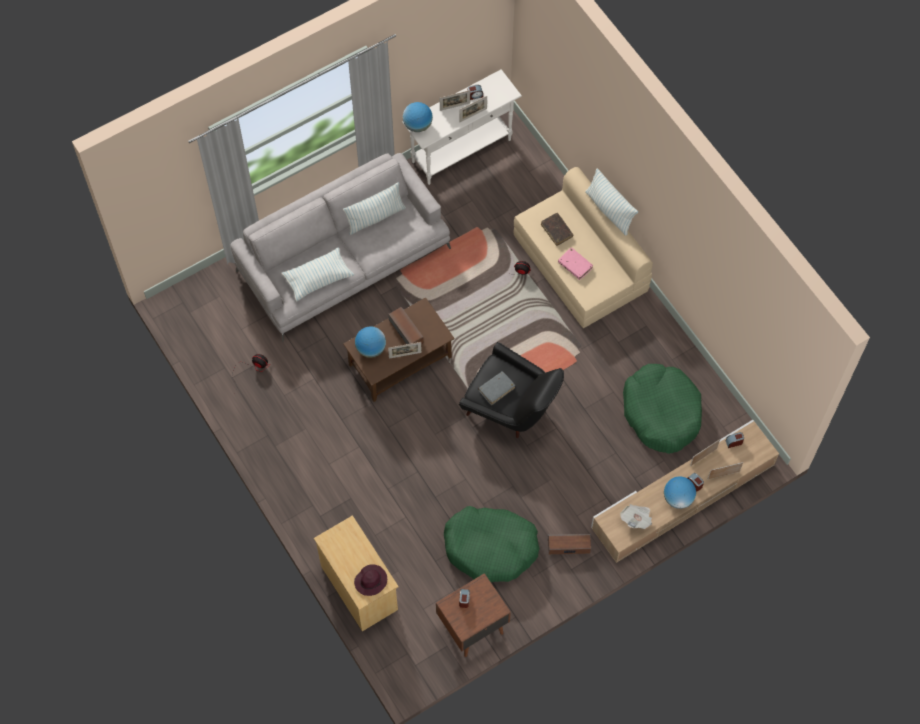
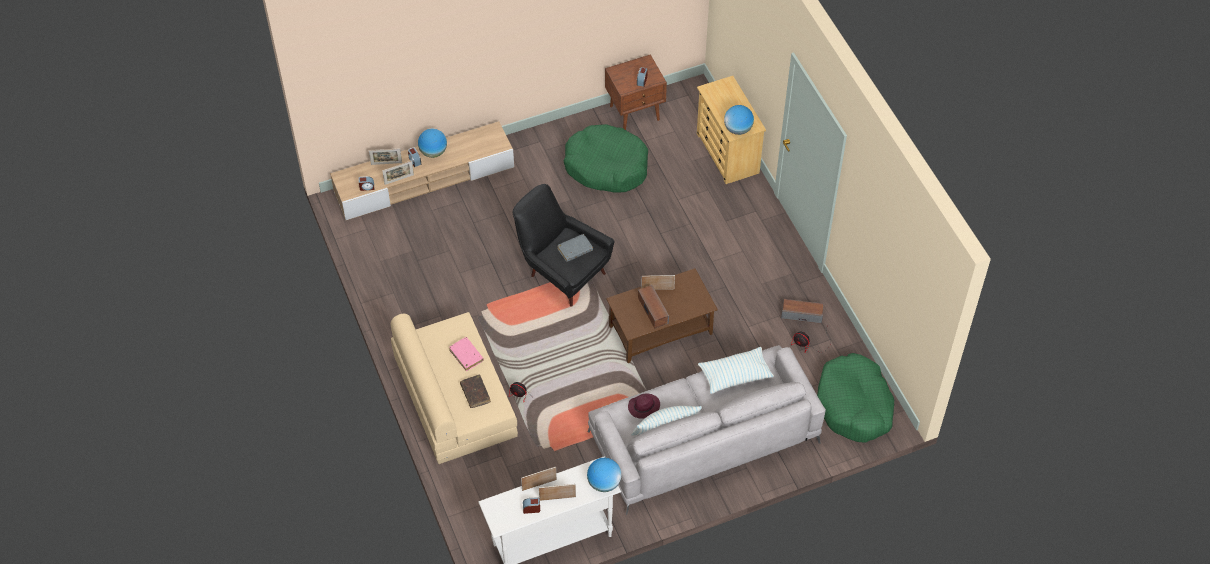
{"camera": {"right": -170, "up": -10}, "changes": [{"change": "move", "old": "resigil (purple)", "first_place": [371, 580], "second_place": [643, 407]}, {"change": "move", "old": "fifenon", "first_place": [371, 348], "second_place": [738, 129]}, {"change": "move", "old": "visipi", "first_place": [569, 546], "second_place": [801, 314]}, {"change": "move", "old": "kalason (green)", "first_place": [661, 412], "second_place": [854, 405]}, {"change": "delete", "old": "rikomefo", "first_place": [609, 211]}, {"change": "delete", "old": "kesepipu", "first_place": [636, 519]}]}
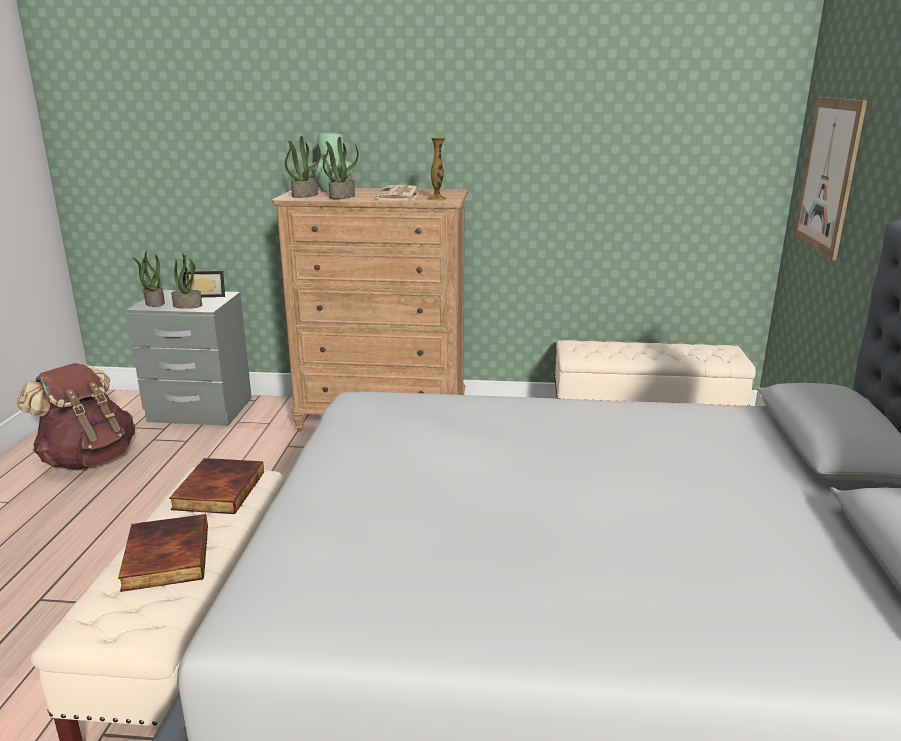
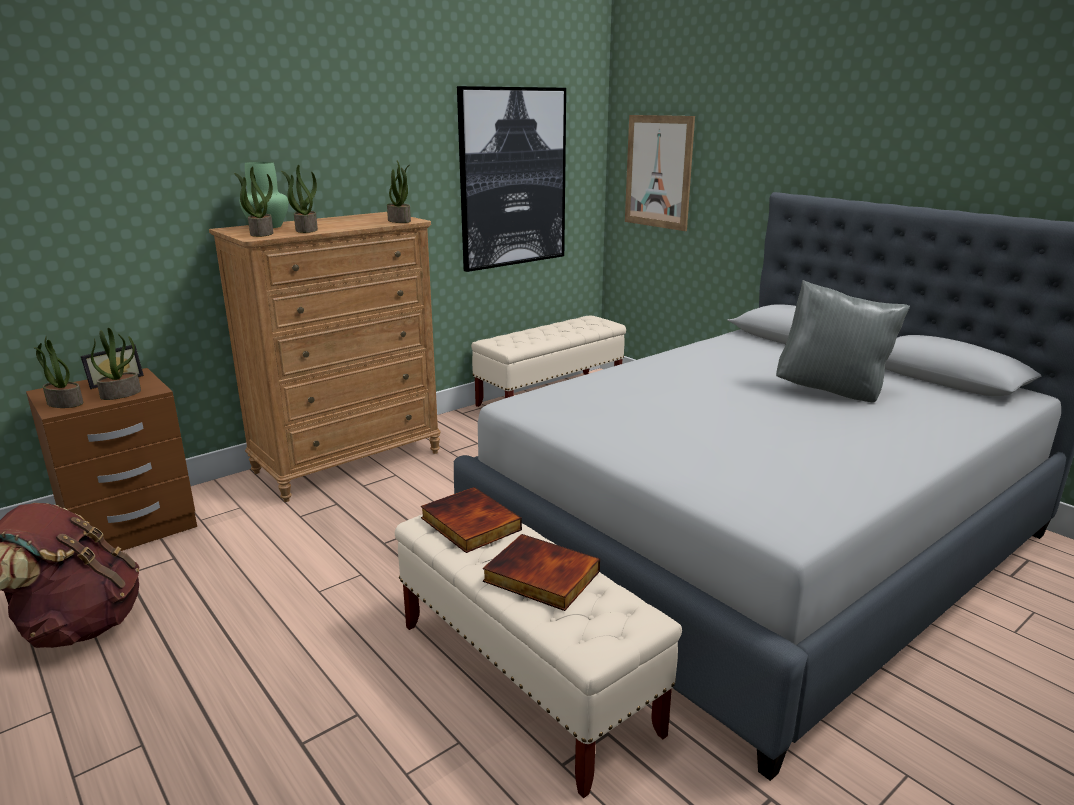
{"camera": {"right": -45, "up": 0}, "changes": [{"change": "recolor", "old": "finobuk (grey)", "new": "finobuk (brown)", "first_place": [200, 411], "second_place": [130, 529]}, {"change": "replace", "old": "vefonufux", "new": "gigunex", "first_place": [436, 199], "second_place": [400, 221]}, {"change": "insert", "new": "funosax", "second_place": [513, 178]}, {"change": "insert", "new": "rikomefo (grey)", "second_place": [832, 392]}, {"change": "delete", "old": "kesepipu", "first_place": [399, 194]}]}
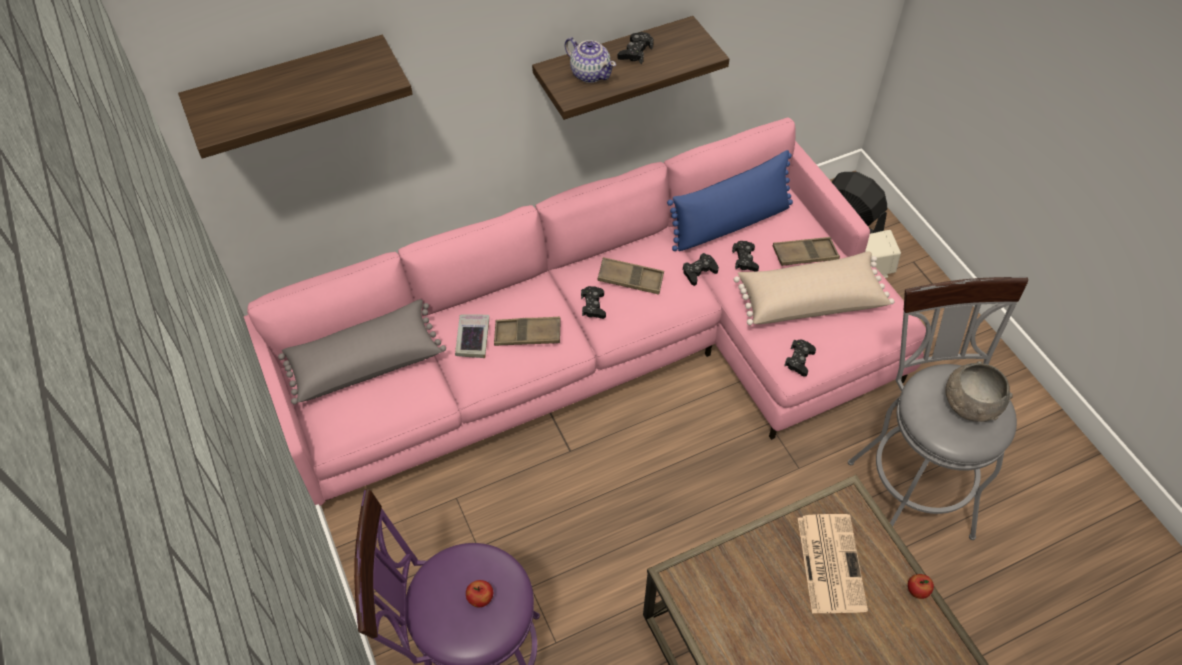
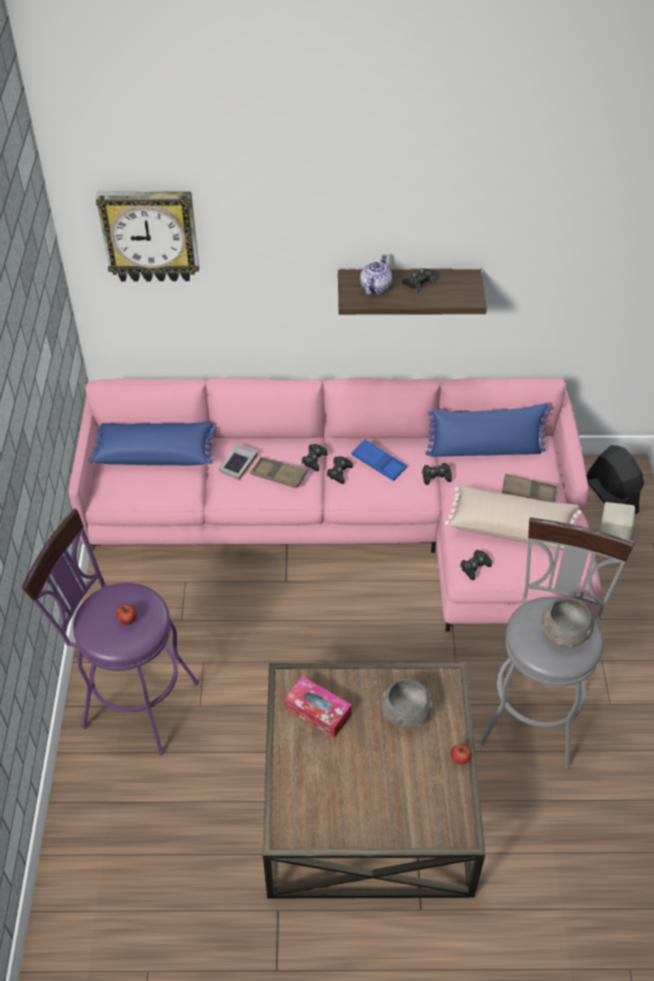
{"camera": {"right": 25, "up": -5}, "changes": [{"change": "recolor", "old": "rikomefo (grey)", "new": "rikomefo (blue)", "first_place": [365, 361], "second_place": [155, 453]}, {"change": "replace", "old": "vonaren", "new": "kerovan", "first_place": [291, 90], "second_place": [150, 235]}, {"change": "insert", "new": "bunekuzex", "second_place": [318, 712]}, {"change": "move", "old": "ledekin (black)", "first_place": [745, 259], "second_place": [314, 460]}, {"change": "recolor", "old": "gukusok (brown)", "new": "gukusok (blue)", "first_place": [630, 279], "second_place": [378, 463]}, {"change": "rotate", "old": "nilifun", "first_place": [590, 73], "second_place": [375, 287], "degrees": -135}, {"change": "replace", "old": "kesepipu", "new": "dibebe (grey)", "first_place": [830, 562], "second_place": [405, 712]}]}
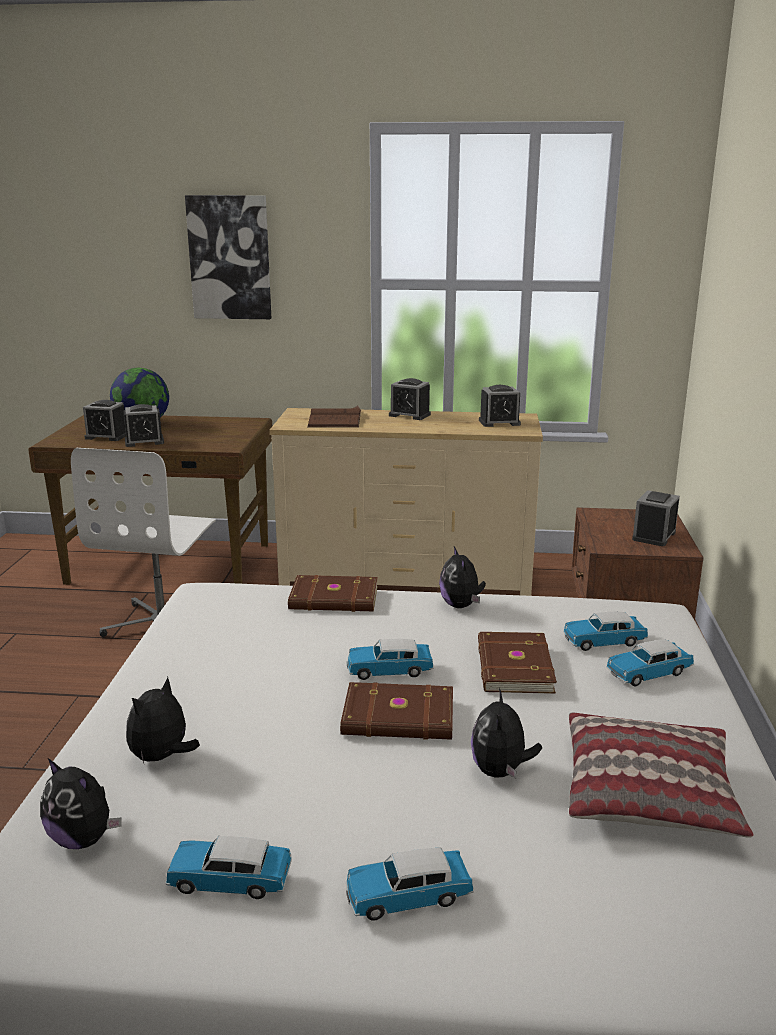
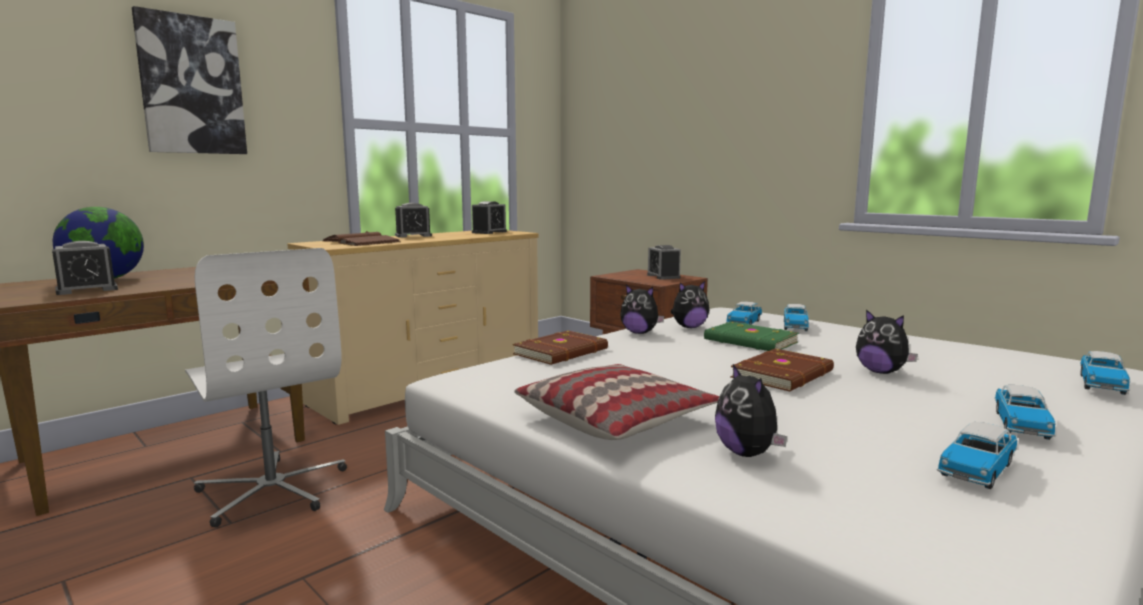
{"camera": {"right": -50, "up": -10}, "changes": [{"change": "move", "old": "rikomefo", "first_place": [649, 792], "second_place": [616, 419]}, {"change": "move", "old": "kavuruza", "first_place": [83, 839], "second_place": [689, 327]}, {"change": "recolor", "old": "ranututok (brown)", "new": "ranututok (green)", "first_place": [512, 667], "second_place": [750, 341]}, {"change": "move", "old": "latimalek", "first_place": [389, 670], "second_place": [1101, 384]}, {"change": "delete", "old": "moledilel", "first_place": [144, 441]}]}
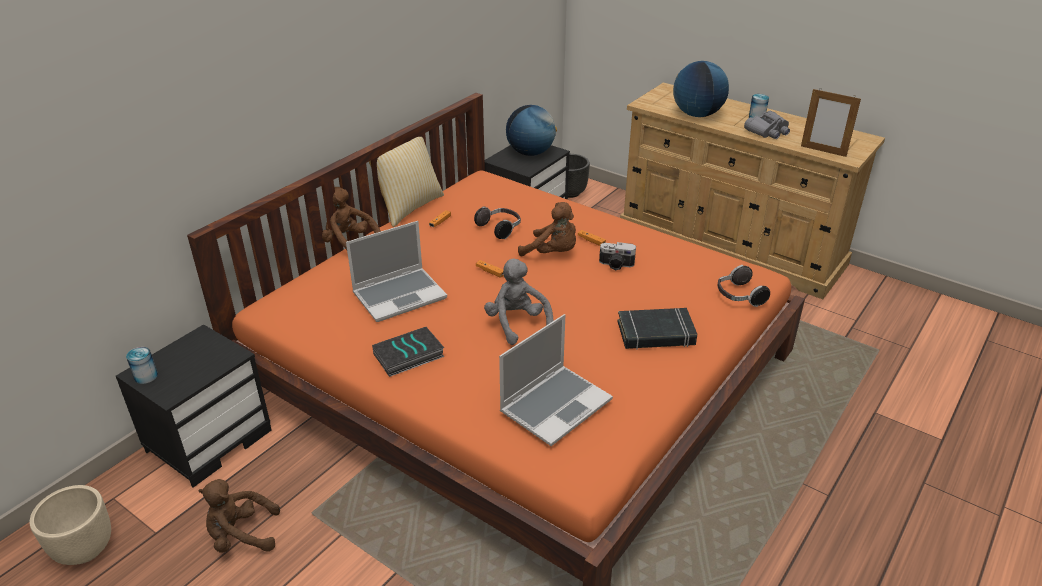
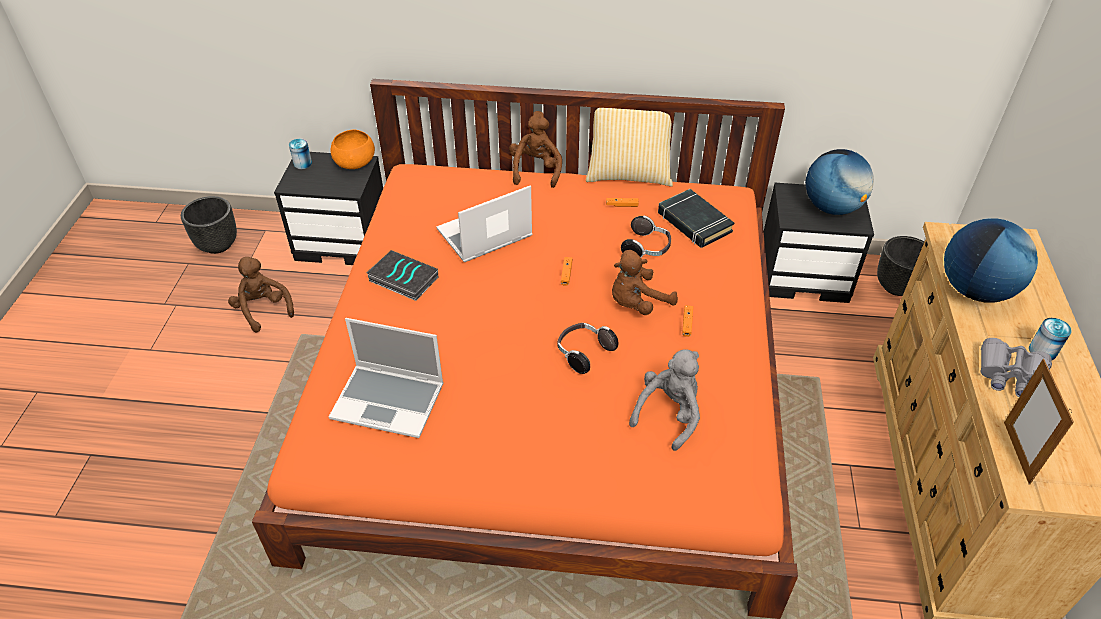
{"camera": {"right": 60, "up": 10}, "changes": [{"change": "recolor", "old": "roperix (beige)", "new": "roperix (black)", "first_place": [84, 548], "second_place": [218, 244]}, {"change": "insert", "new": "dibebe (orange)", "second_place": [355, 164]}, {"change": "rotate", "old": "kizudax", "first_place": [400, 295], "second_place": [484, 235], "degrees": 120}, {"change": "move", "old": "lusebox", "first_place": [738, 296], "second_place": [583, 353]}, {"change": "rotate", "old": "kavuruza (brown)", "first_place": [552, 253], "second_place": [637, 303], "degrees": 60}, {"change": "move", "old": "kavuruza (grey)", "first_place": [517, 323], "second_place": [669, 414]}, {"change": "move", "old": "ranututok (black)", "first_place": [656, 334], "second_place": [694, 223]}, {"change": "delete", "old": "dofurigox", "first_place": [616, 265]}]}
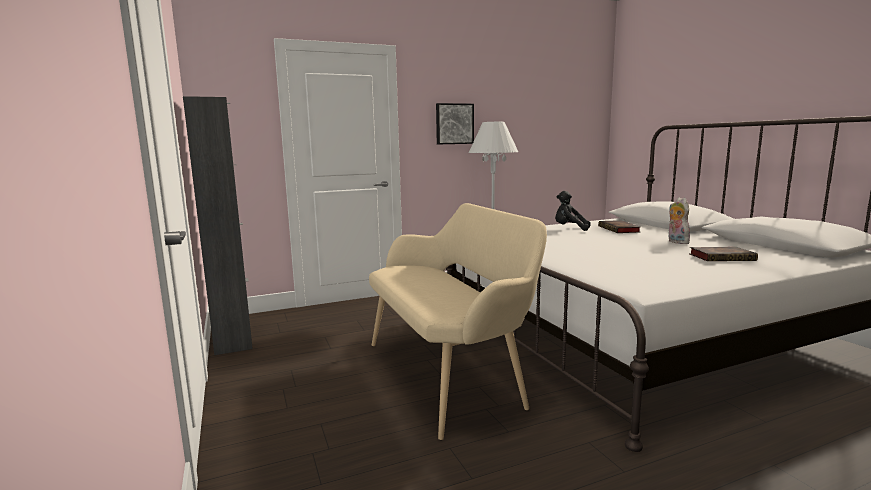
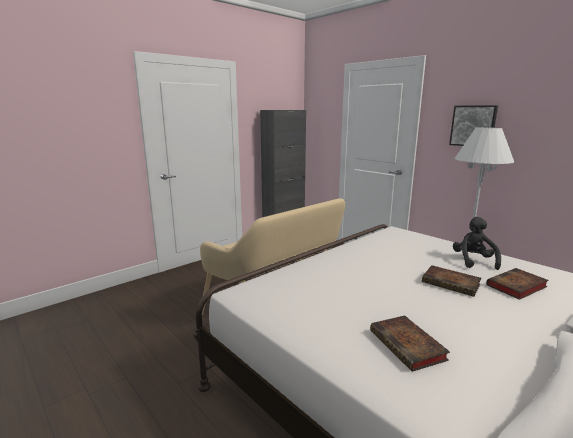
{"camera": {"right": 70, "up": 5}, "changes": [{"change": "insert", "new": "ranututok", "second_place": [452, 284]}, {"change": "delete", "old": "kavuruza", "first_place": [676, 242]}]}
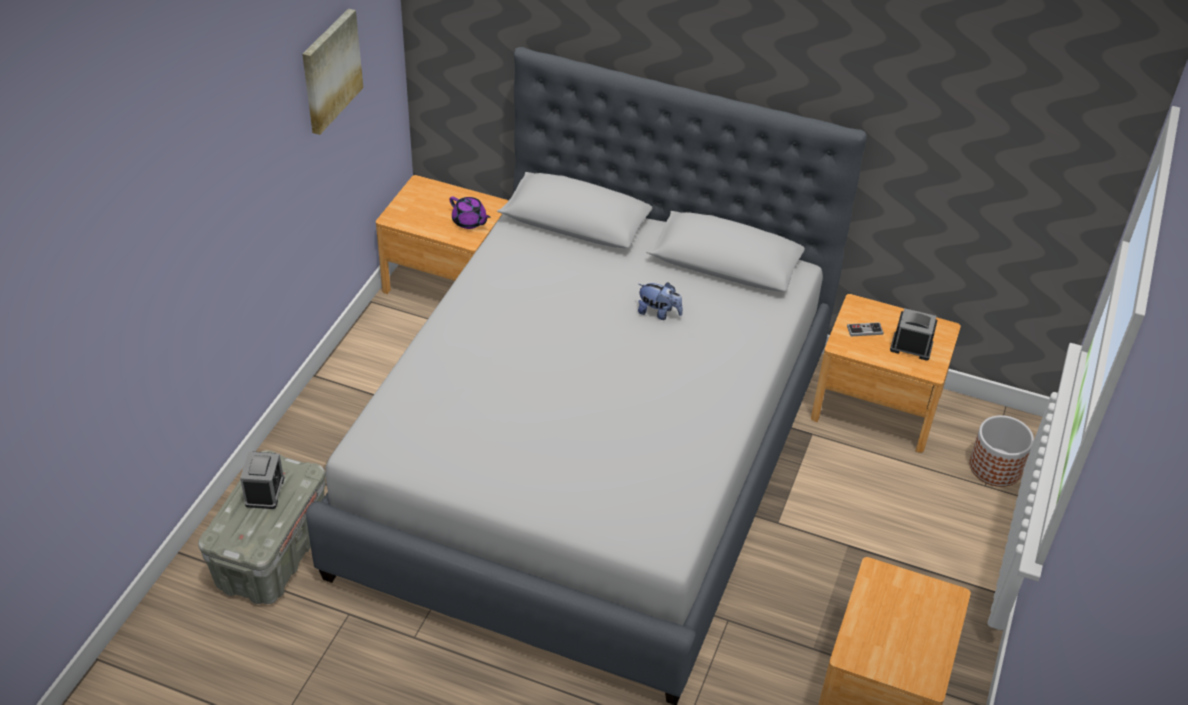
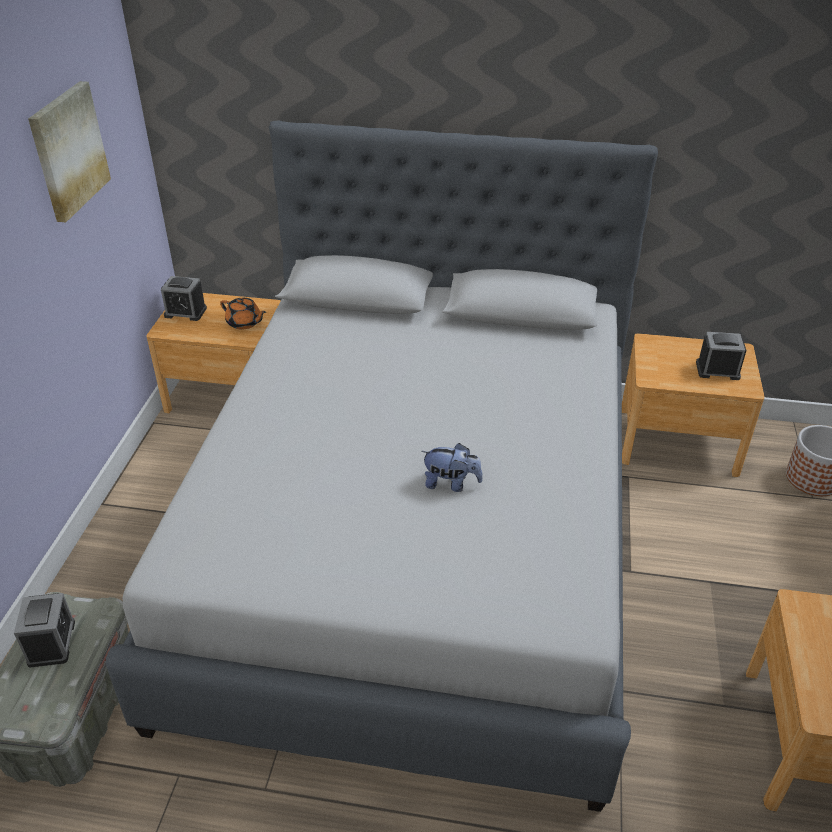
{"camera": {"right": -10, "up": -5}, "changes": [{"change": "insert", "new": "moledilel", "second_place": [185, 312]}, {"change": "recolor", "old": "nilifun (purple)", "new": "nilifun (orange)", "first_place": [469, 222], "second_place": [244, 323]}, {"change": "move", "old": "kavuruza", "first_place": [658, 313], "second_place": [451, 483]}, {"change": "delete", "old": "ledekin", "first_place": [864, 330]}]}
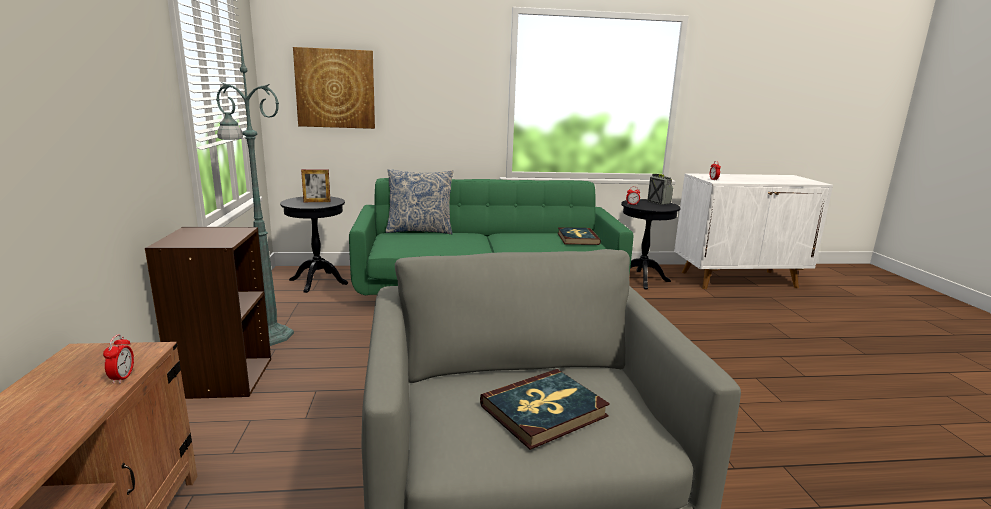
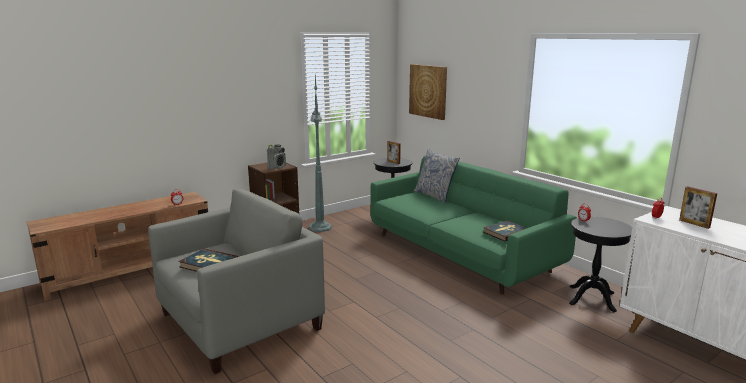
{"camera": {"right": 60, "up": 0}, "changes": [{"change": "move", "old": "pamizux", "first_place": [658, 202], "second_place": [277, 167]}, {"change": "insert", "new": "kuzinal", "second_place": [694, 224]}]}
